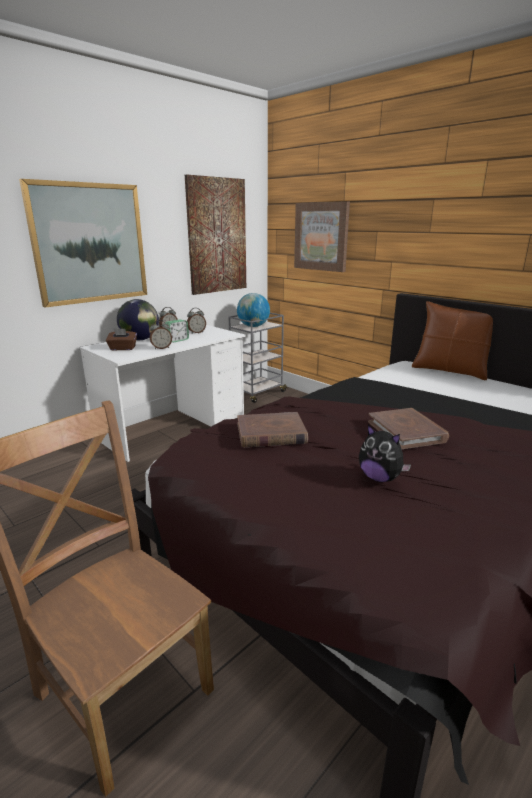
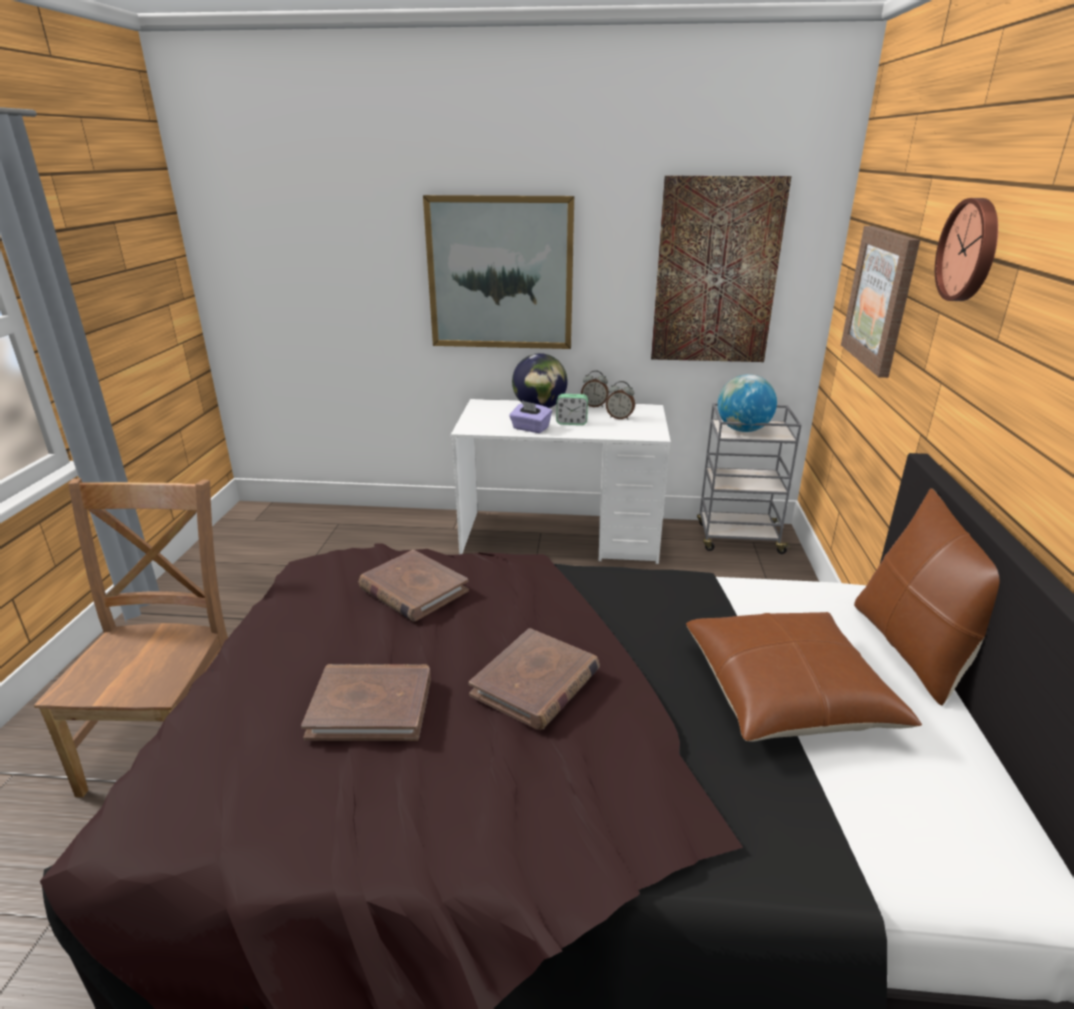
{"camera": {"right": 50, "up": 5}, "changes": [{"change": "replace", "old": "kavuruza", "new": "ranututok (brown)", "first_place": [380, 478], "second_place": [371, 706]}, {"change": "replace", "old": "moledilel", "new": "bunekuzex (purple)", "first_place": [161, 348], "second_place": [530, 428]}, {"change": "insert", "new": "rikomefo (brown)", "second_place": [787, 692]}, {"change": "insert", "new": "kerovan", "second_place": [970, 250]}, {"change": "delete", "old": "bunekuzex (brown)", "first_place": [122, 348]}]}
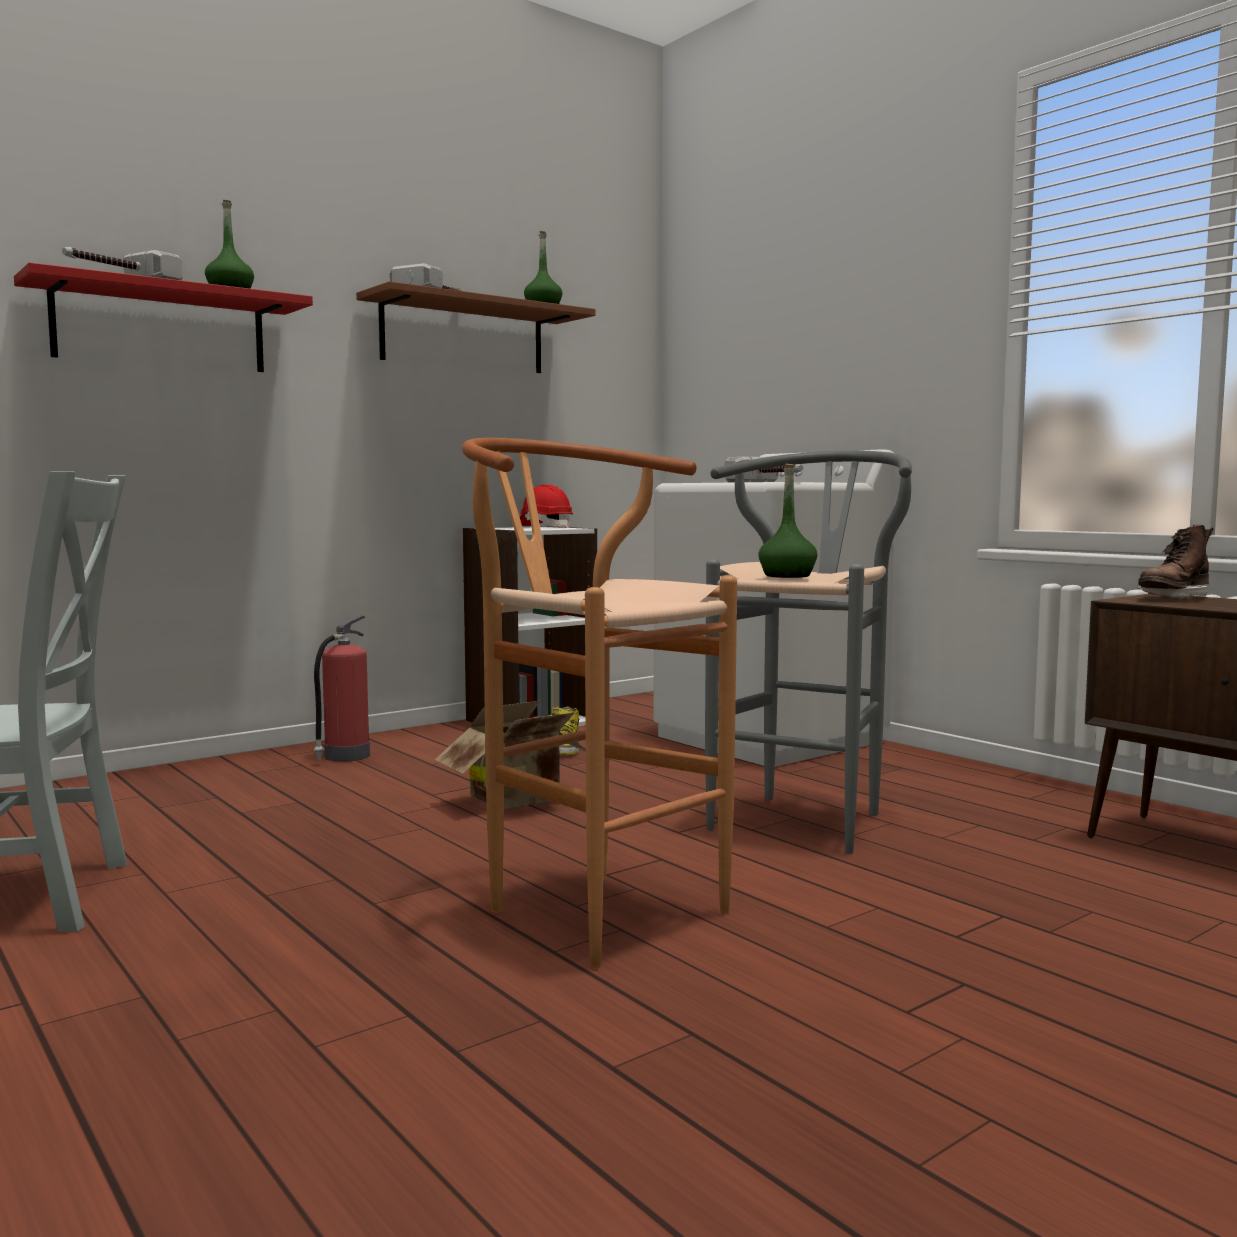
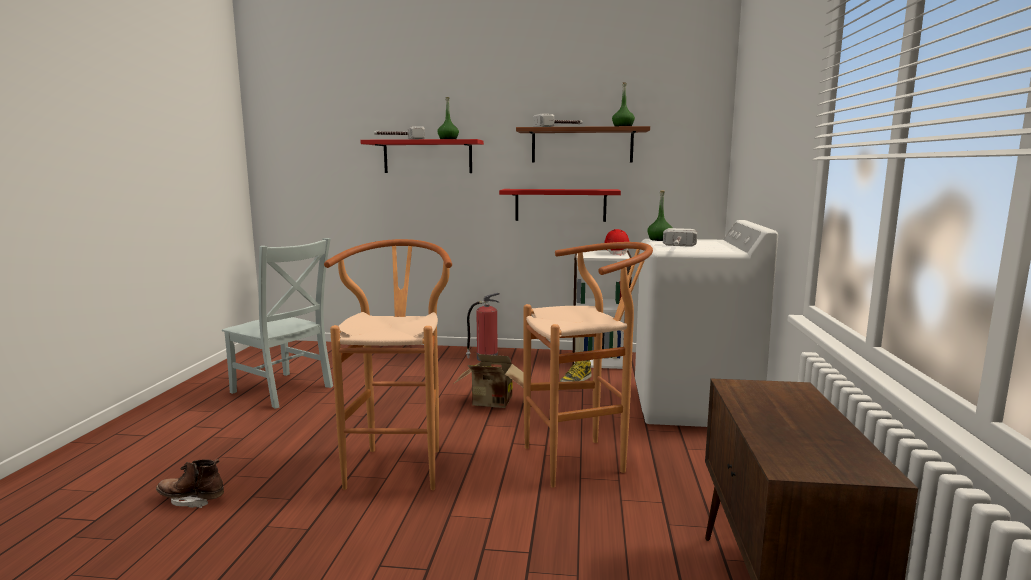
{"camera": {"right": 45, "up": 5}, "changes": [{"change": "move", "old": "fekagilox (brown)", "first_place": [1173, 598], "second_place": [192, 500]}, {"change": "insert", "new": "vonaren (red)", "second_place": [560, 205]}, {"change": "recolor", "old": "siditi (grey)", "new": "siditi (brown)", "first_place": [806, 818], "second_place": [584, 459]}, {"change": "move", "old": "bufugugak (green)", "first_place": [787, 576], "second_place": [660, 239]}]}
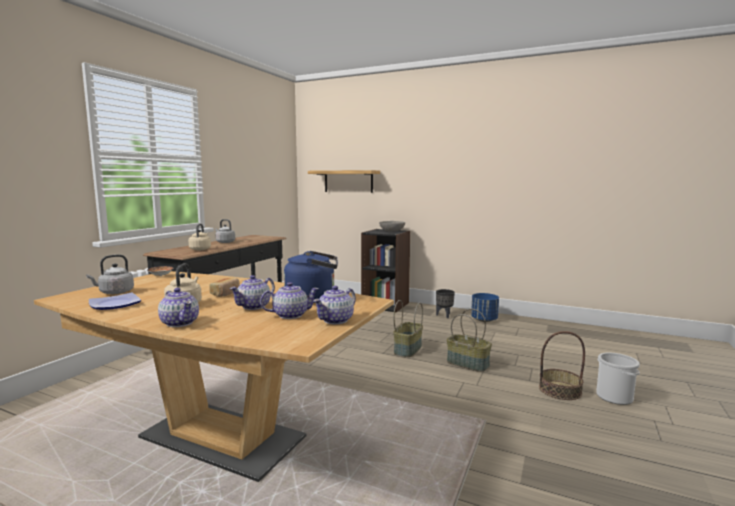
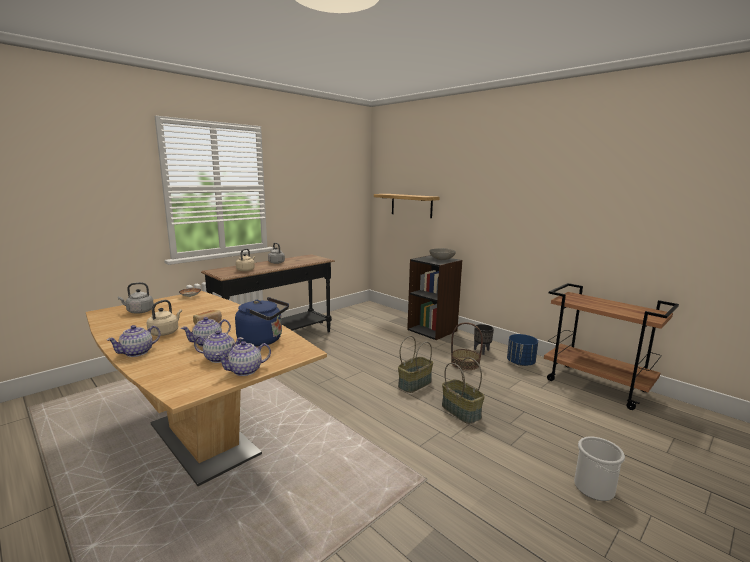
{"camera": {"right": 20, "up": 5}, "changes": [{"change": "rotate", "old": "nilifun", "first_place": [180, 323], "second_place": [137, 352], "degrees": 60}, {"change": "move", "old": "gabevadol", "first_place": [560, 390], "second_place": [465, 364]}, {"change": "insert", "new": "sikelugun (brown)", "second_place": [597, 386]}, {"change": "delete", "old": "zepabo", "first_place": [114, 304]}]}
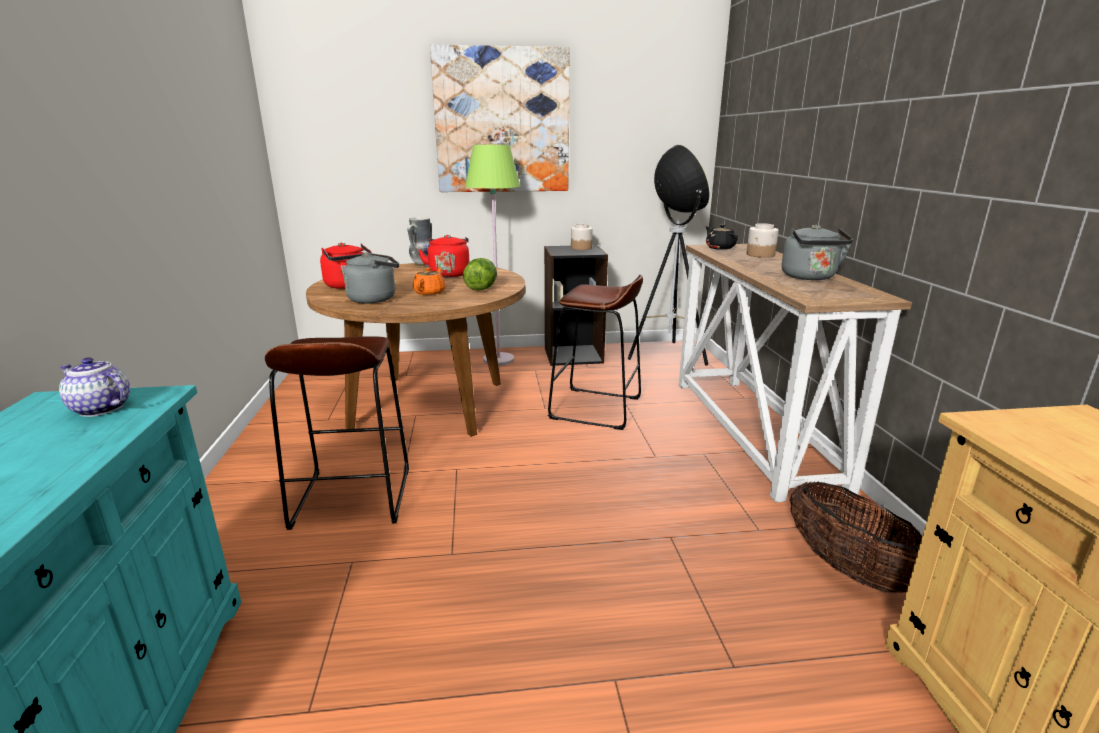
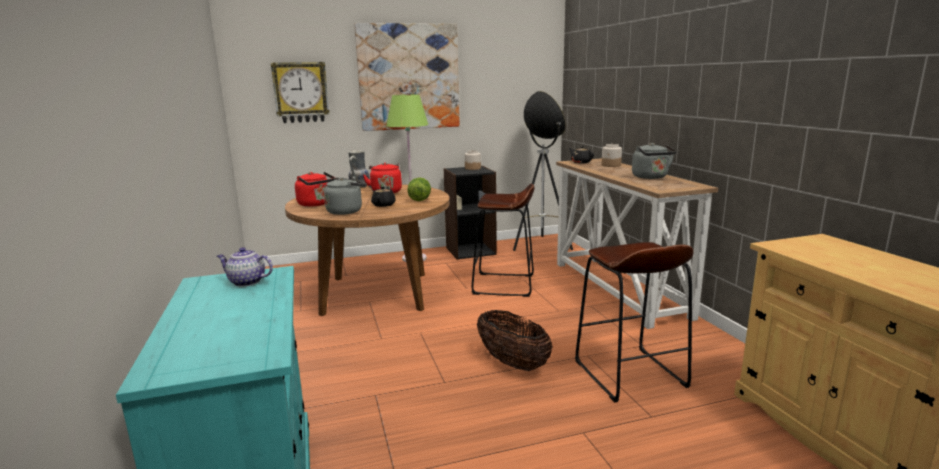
{"camera": {"right": -10, "up": -5}, "changes": [{"change": "insert", "new": "kerovan", "second_place": [301, 92]}, {"change": "recolor", "old": "nilifun (orange)", "new": "nilifun (black)", "first_place": [430, 292], "second_place": [384, 205]}, {"change": "move", "old": "gabevadol", "first_place": [847, 568], "second_place": [512, 363]}, {"change": "move", "old": "siditi (brown)", "first_place": [352, 497], "second_place": [629, 374]}]}
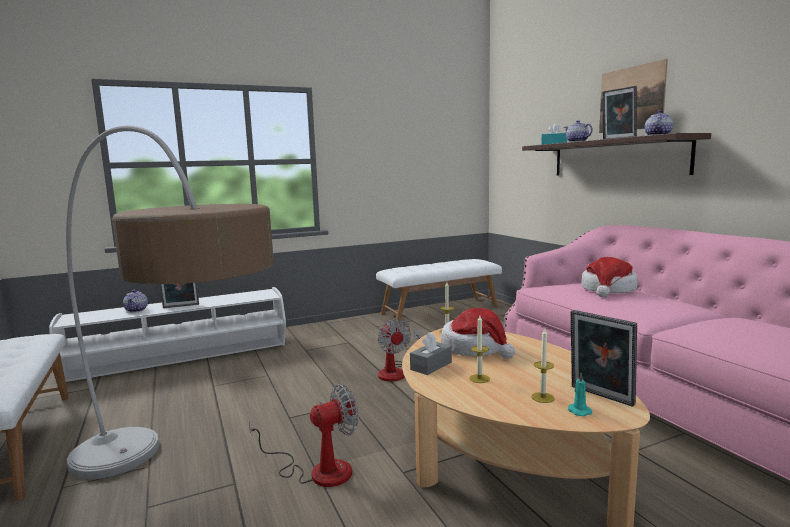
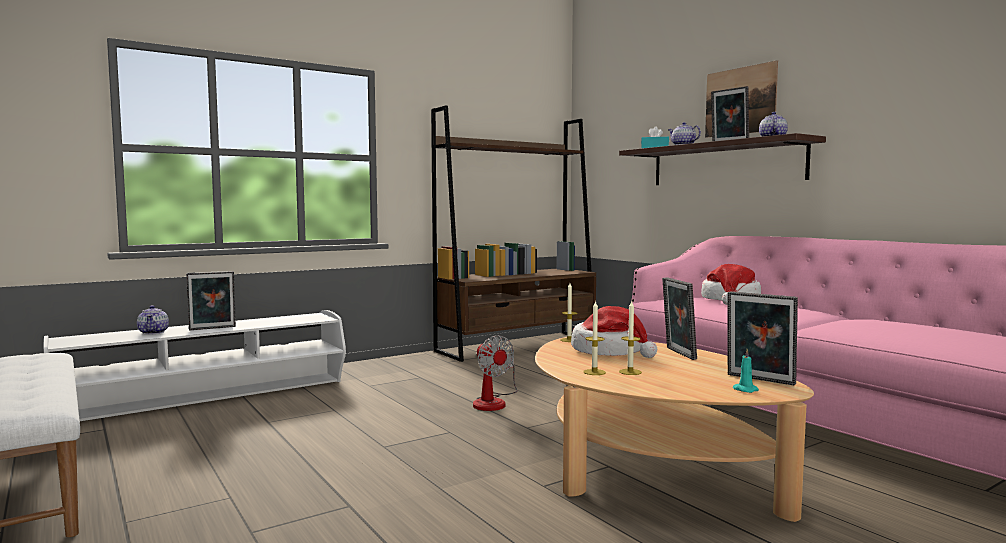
{"camera": {"right": -10, "up": -5}, "changes": [{"change": "replace", "old": "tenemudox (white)", "new": "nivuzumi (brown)", "first_place": [440, 310], "second_place": [518, 346]}, {"change": "move", "old": "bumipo", "first_place": [542, 397], "second_place": [594, 372]}, {"change": "insert", "new": "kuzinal", "second_place": [678, 353]}, {"change": "delete", "old": "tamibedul", "first_place": [174, 495]}, {"change": "delete", "old": "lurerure", "first_place": [318, 471]}, {"change": "delete", "old": "bunekuzex (grey)", "first_place": [431, 366]}]}
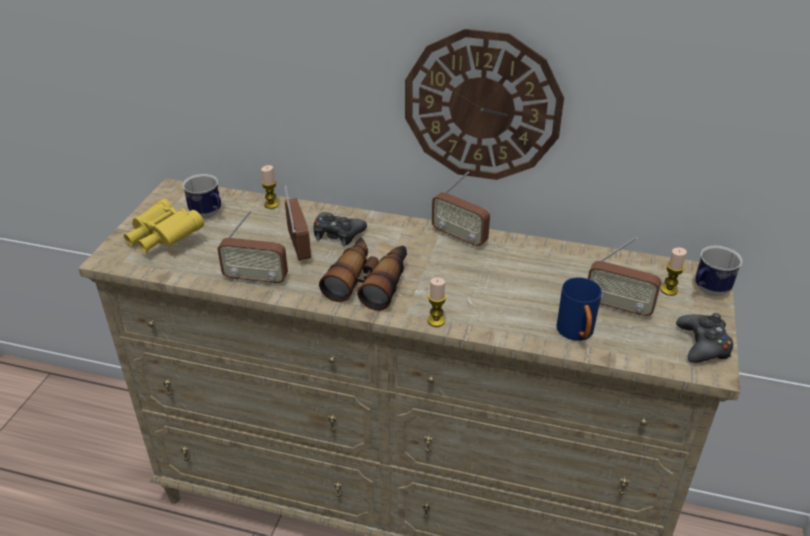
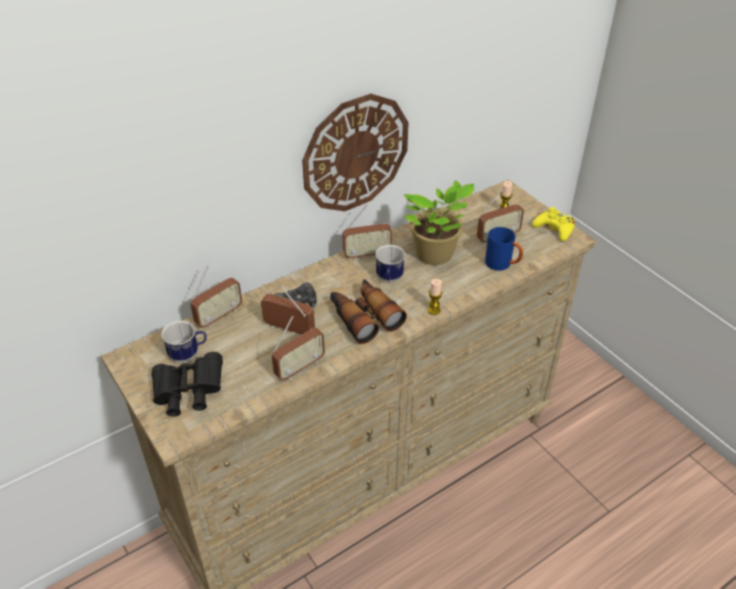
{"camera": {"right": -50, "up": 5}, "changes": [{"change": "recolor", "old": "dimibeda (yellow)", "new": "dimibeda (black)", "first_place": [163, 239], "second_place": [188, 394]}, {"change": "replace", "old": "bumipo", "new": "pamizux", "first_place": [271, 204], "second_place": [219, 316]}, {"change": "move", "old": "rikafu", "first_place": [707, 291], "second_place": [389, 280]}, {"change": "insert", "new": "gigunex", "second_place": [436, 255]}, {"change": "recolor", "old": "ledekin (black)", "new": "ledekin (yellow)", "first_place": [703, 345], "second_place": [554, 229]}]}
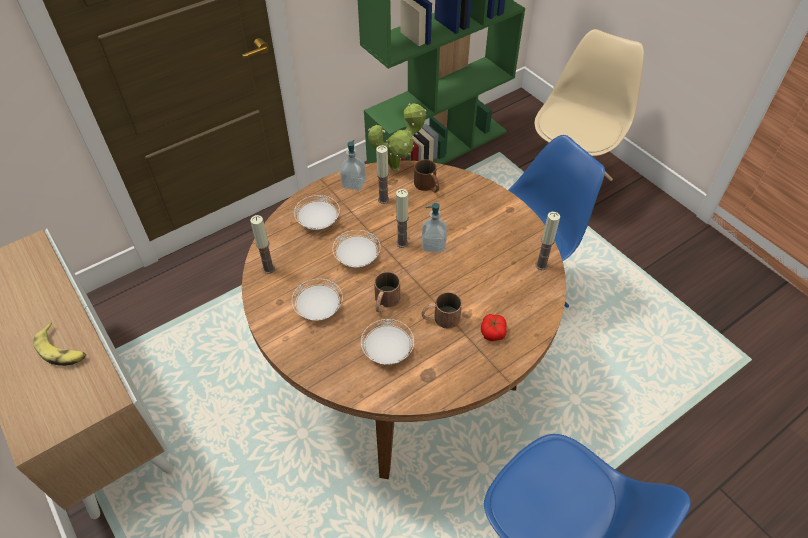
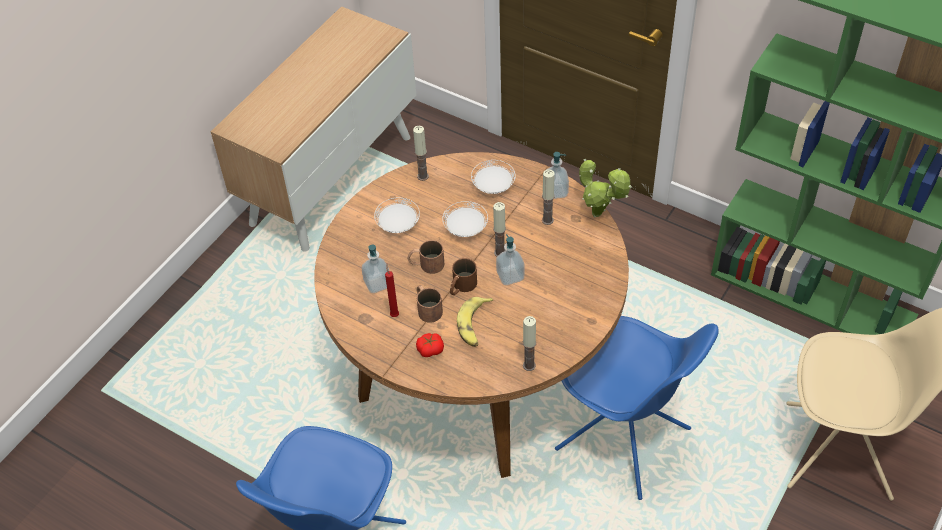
{"camera": {"right": 70, "up": 0}, "changes": [{"change": "replace", "old": "zepabo (white)", "new": "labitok", "first_place": [387, 350], "second_place": [377, 283]}, {"change": "insert", "new": "bumipo (red)", "second_place": [394, 314]}, {"change": "move", "old": "rikafu (brown)", "first_place": [428, 186], "second_place": [461, 286]}, {"change": "move", "old": "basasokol", "first_place": [62, 350], "second_place": [474, 325]}]}
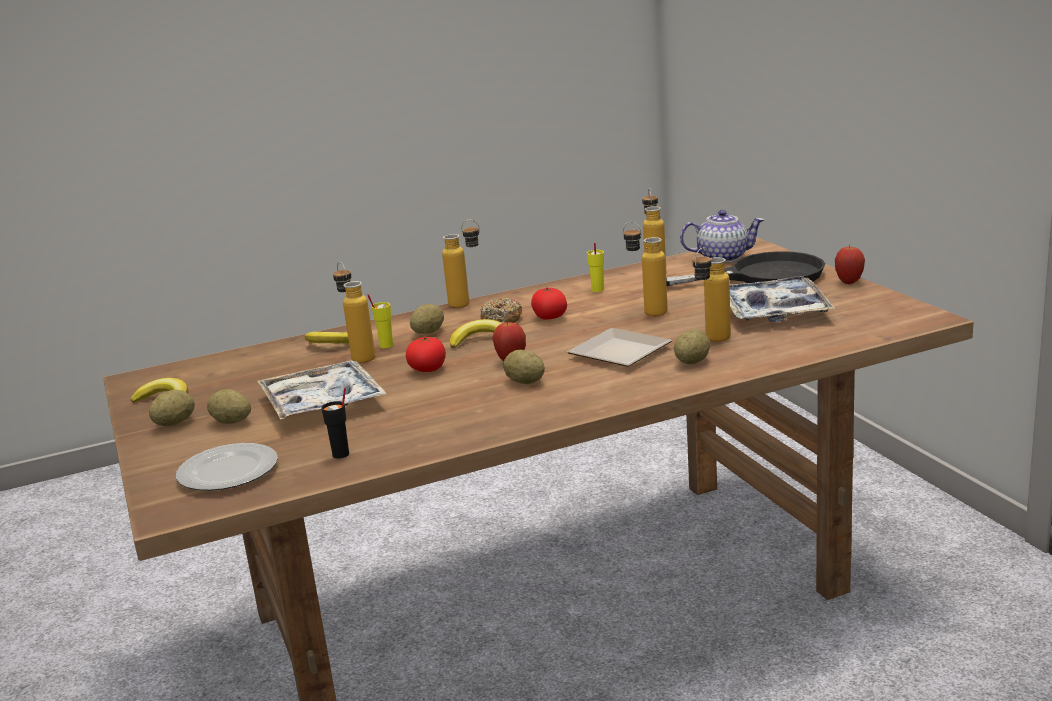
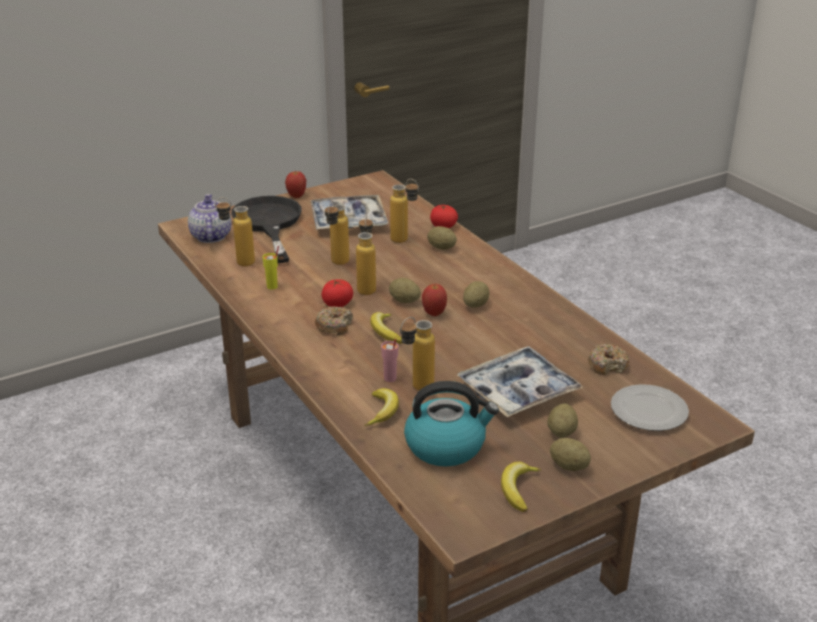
{"camera": {"right": -100, "up": 10}, "changes": [{"change": "move", "old": "bufugugak", "first_place": [468, 305], "second_place": [366, 287]}, {"change": "recolor", "old": "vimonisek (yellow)", "new": "vimonisek (pink)", "first_place": [386, 345], "second_place": [390, 378]}, {"change": "move", "old": "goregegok", "first_place": [428, 333], "second_place": [404, 301]}, {"change": "insert", "new": "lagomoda", "second_place": [446, 446]}, {"change": "move", "old": "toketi", "first_place": [428, 369], "second_place": [443, 227]}, {"change": "replace", "old": "vimonisek (black)", "new": "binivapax", "first_place": [341, 454], "second_place": [607, 365]}, {"change": "delete", "old": "zepabo", "first_place": [623, 352]}]}
